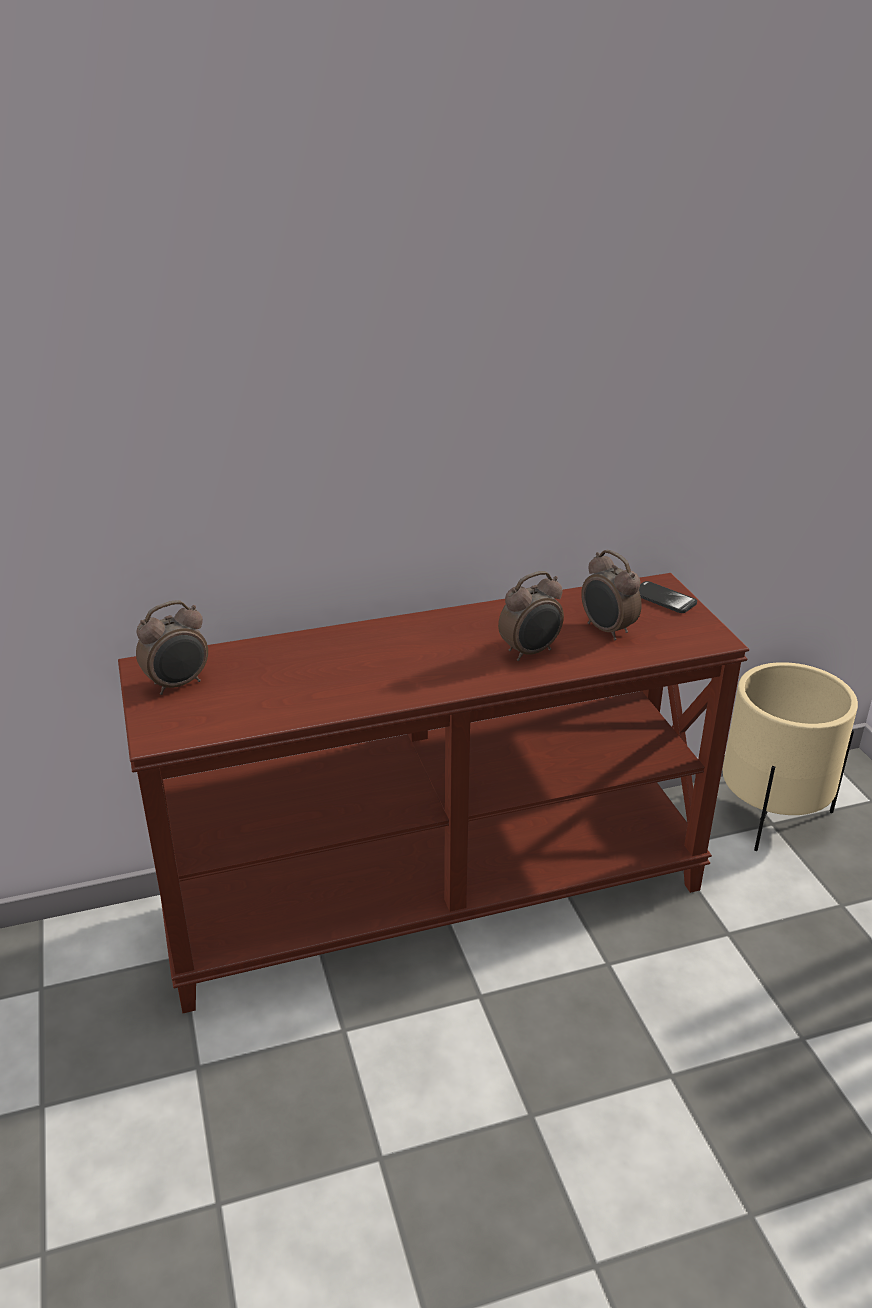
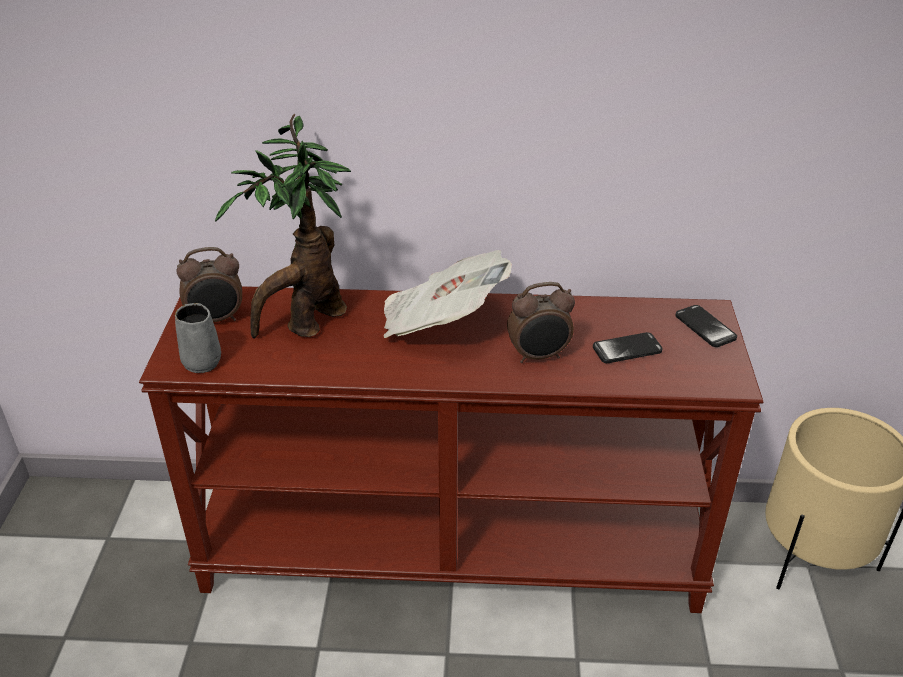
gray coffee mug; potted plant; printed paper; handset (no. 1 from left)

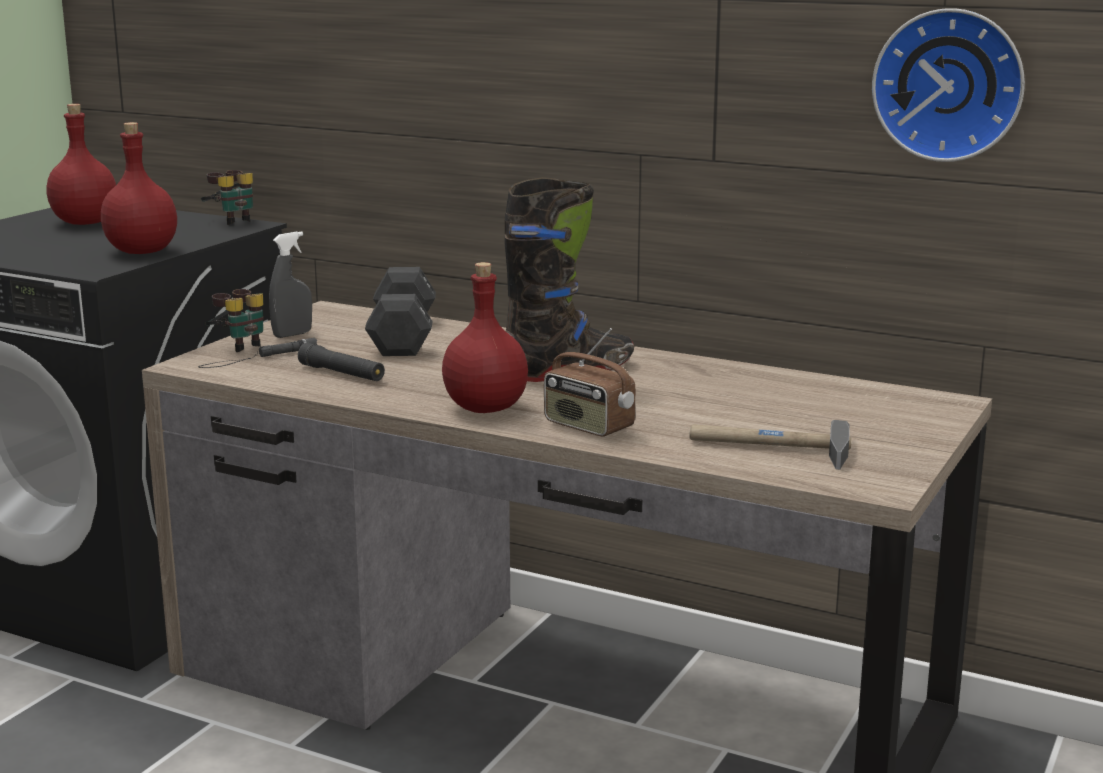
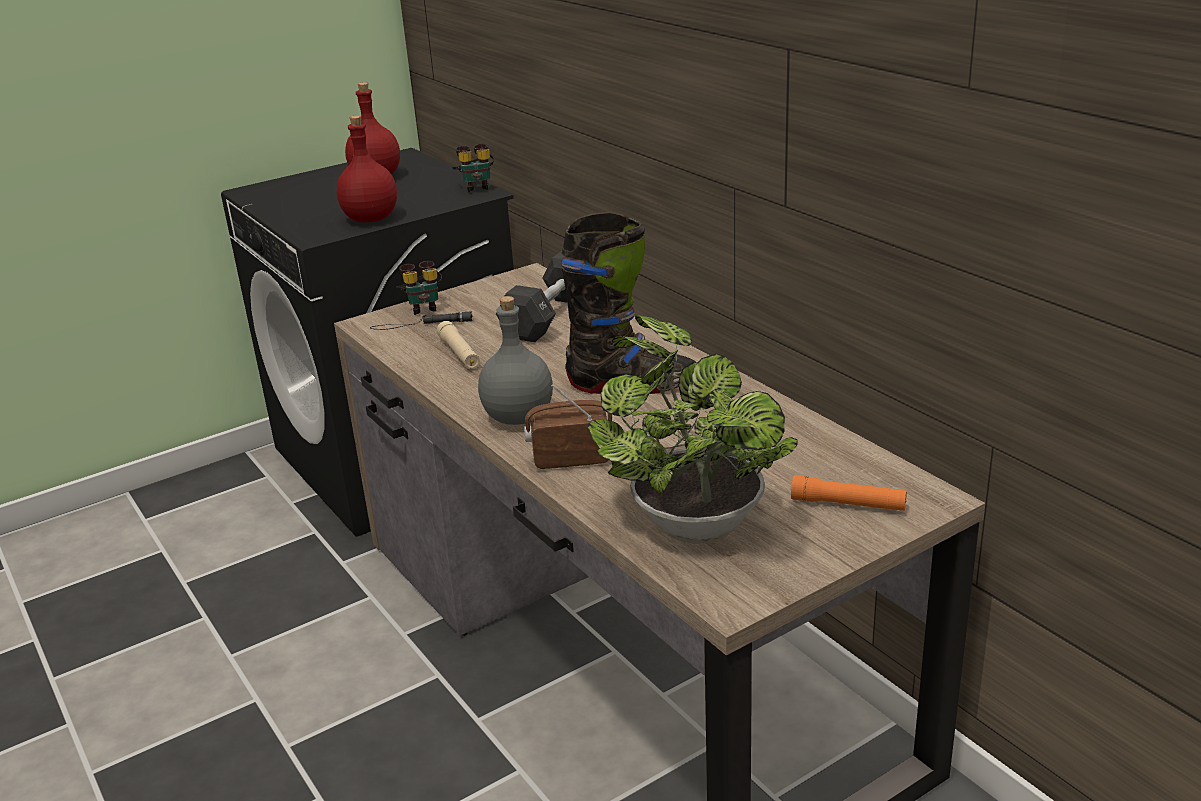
gray spray bottle; hanging clock; orange-coloured torch; potted plant; beige-coloured torch; gray beverage bottle; radio receiver

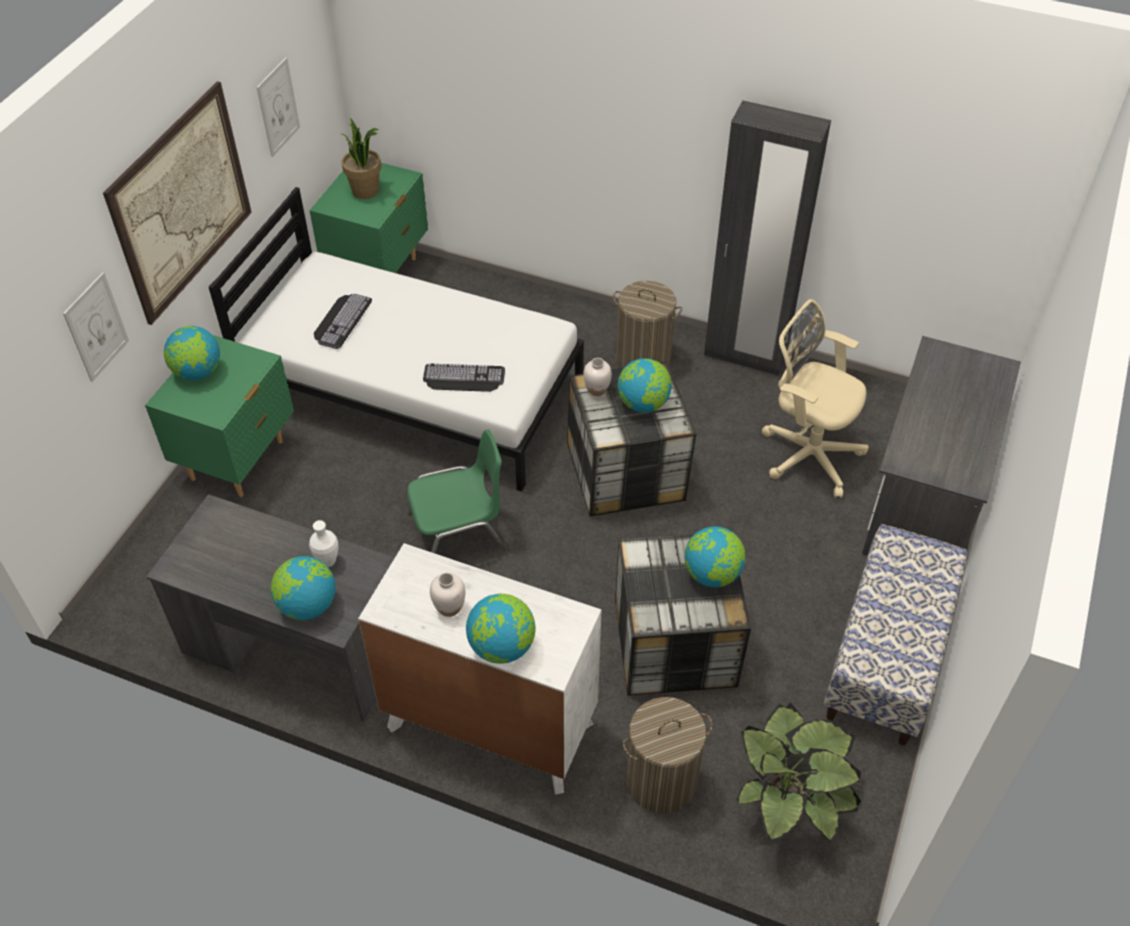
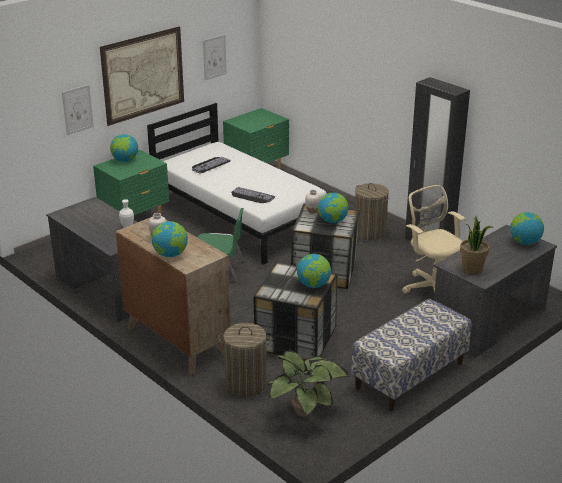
world globe (no. 5 from left); potted plant (no. 2 from left); brownish dresser

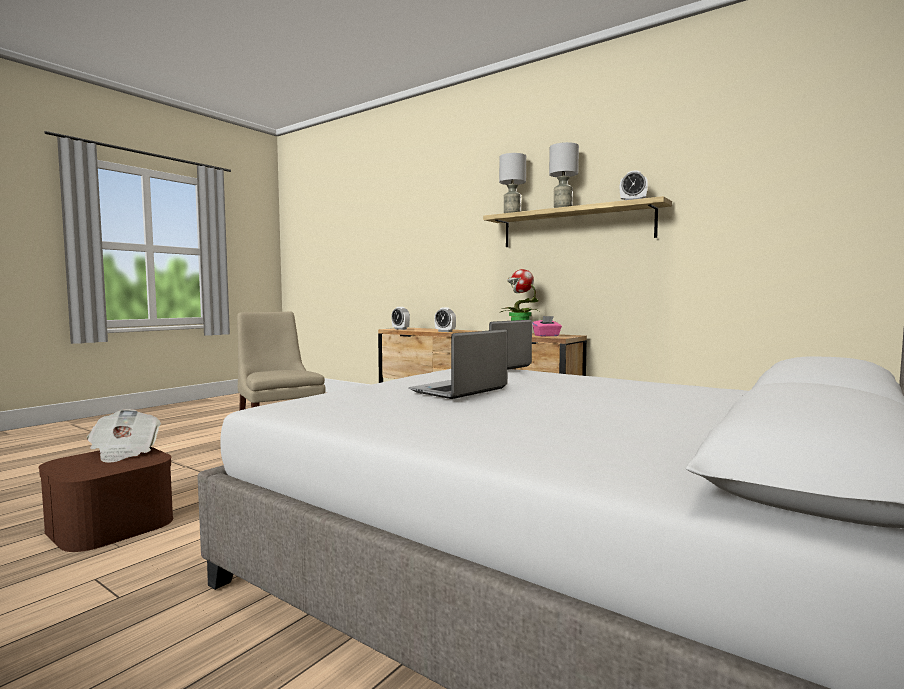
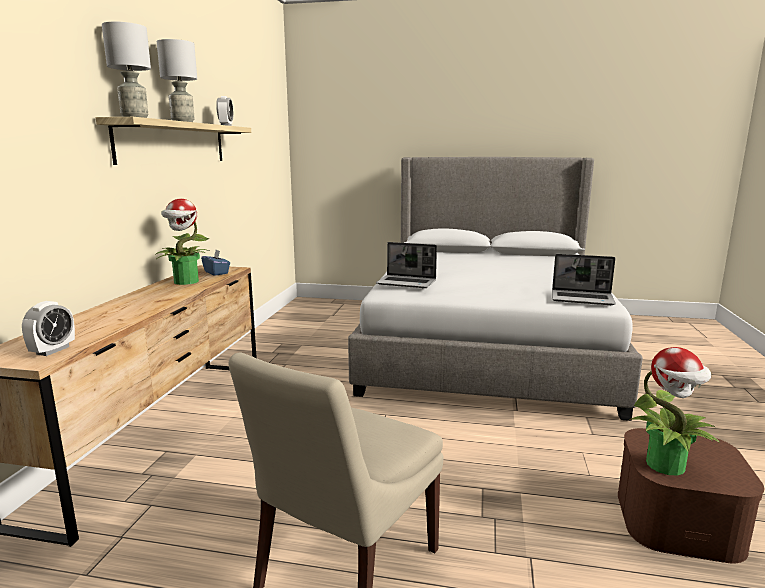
bedside clock (no. 2 from left in the first image); notebook computer (no. 2 from left); potted plant (no. 2 from left); bluish box of tissues

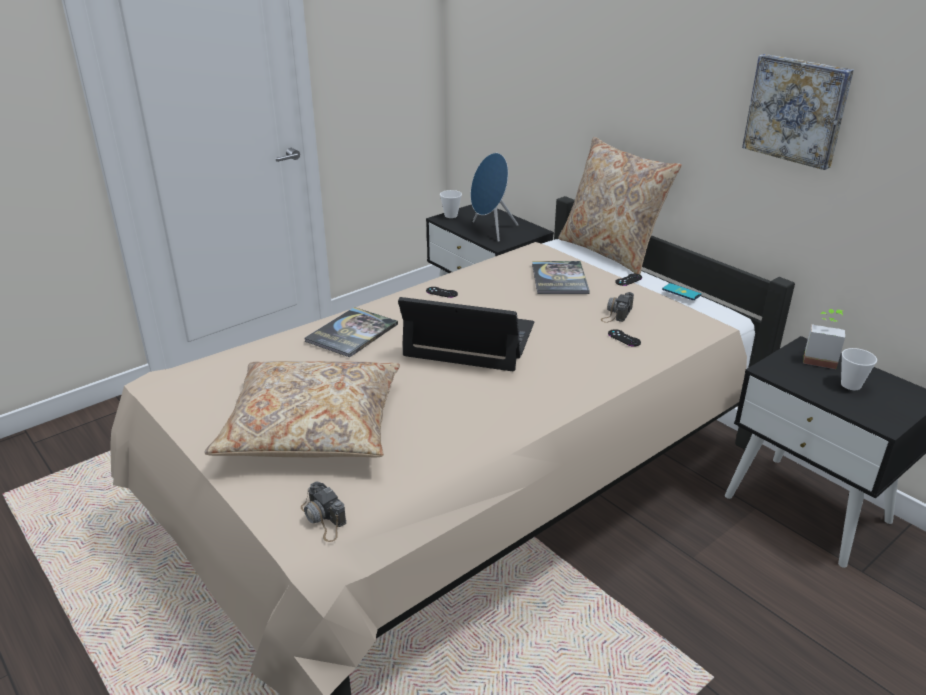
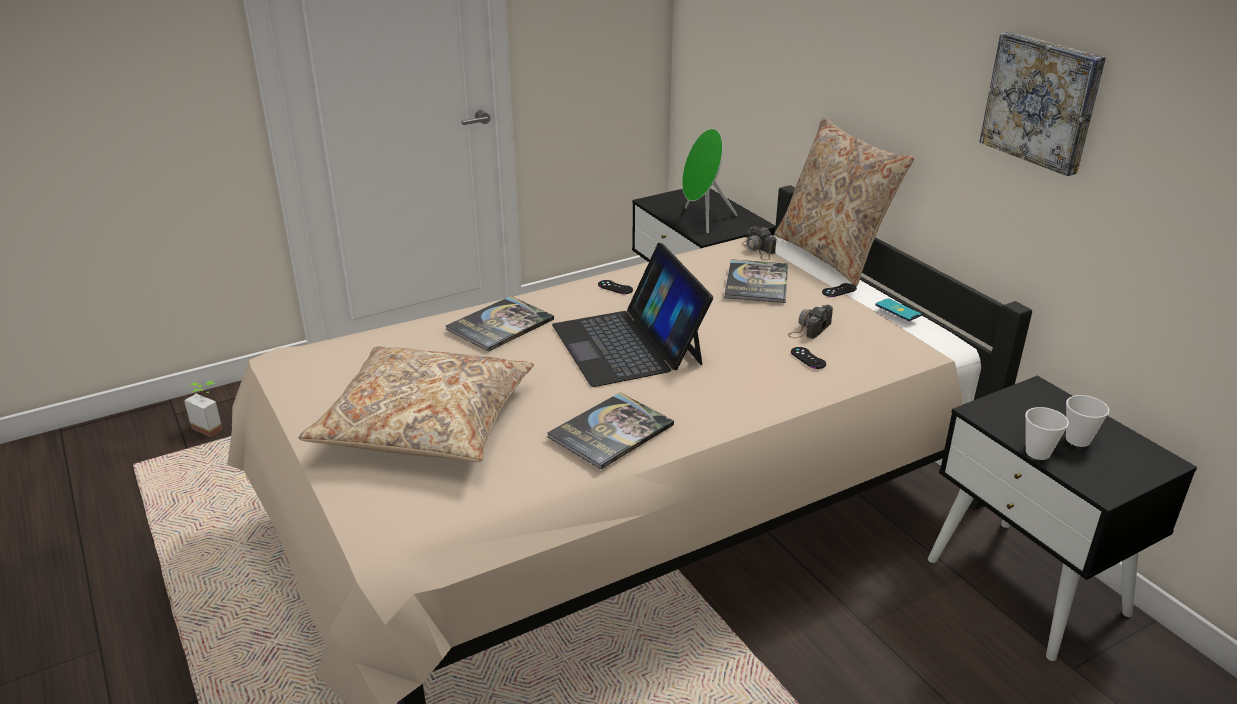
book (no. 2 from left); photo camera (no. 1 from left); cup (no. 1 from left); potted plant; green audio speaker; notebook computer

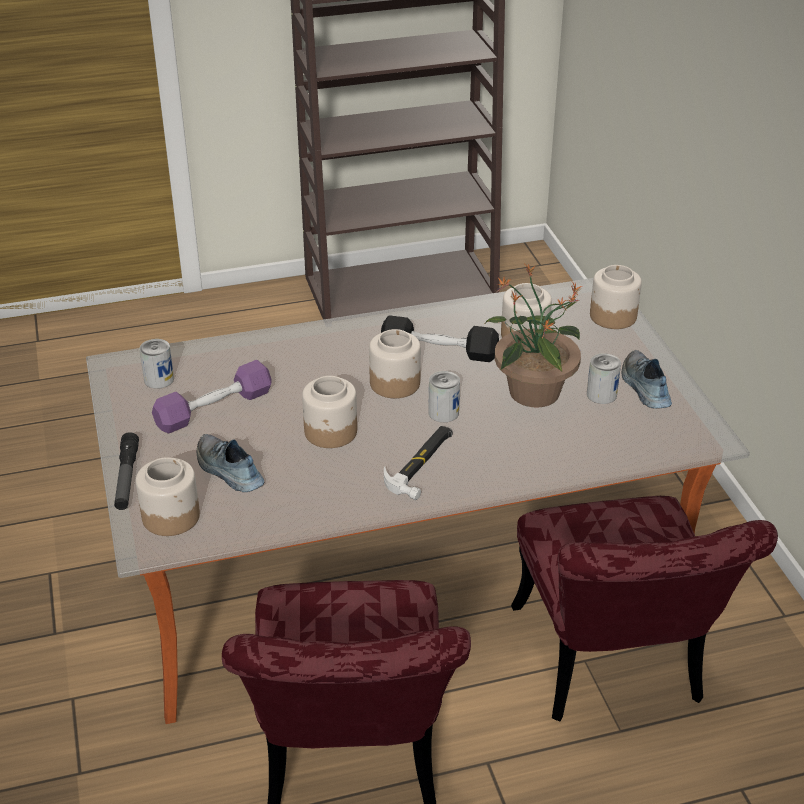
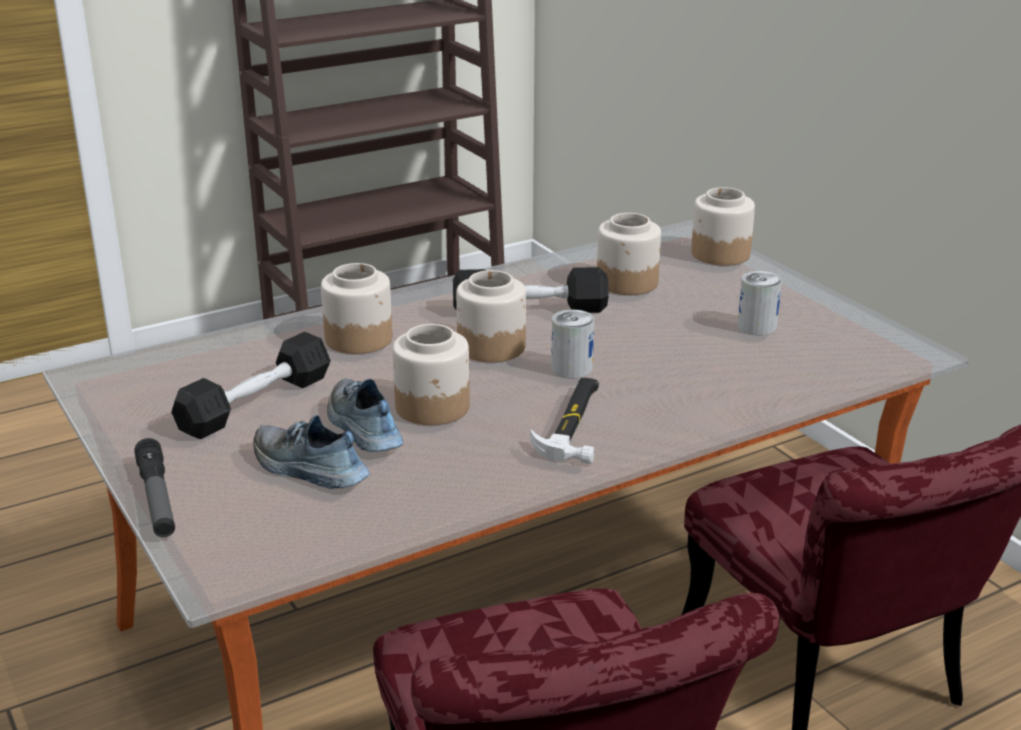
sealed can (no. 1 from left in the first image); potted plant; storage jar (no. 1 from left); item of footwear (no. 2 from left); black hand weight (no. 1 from left)

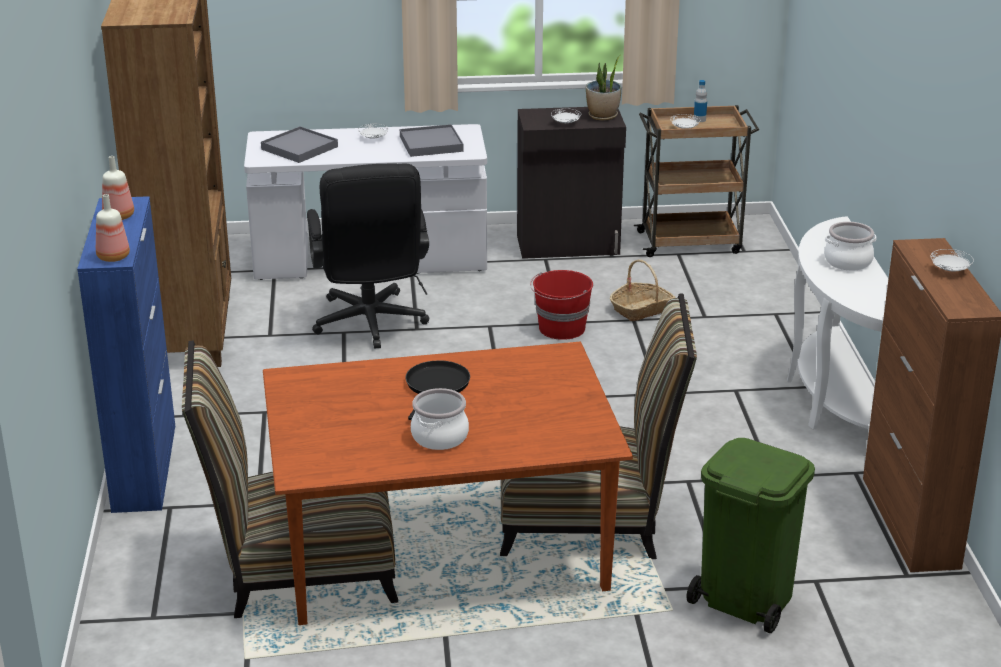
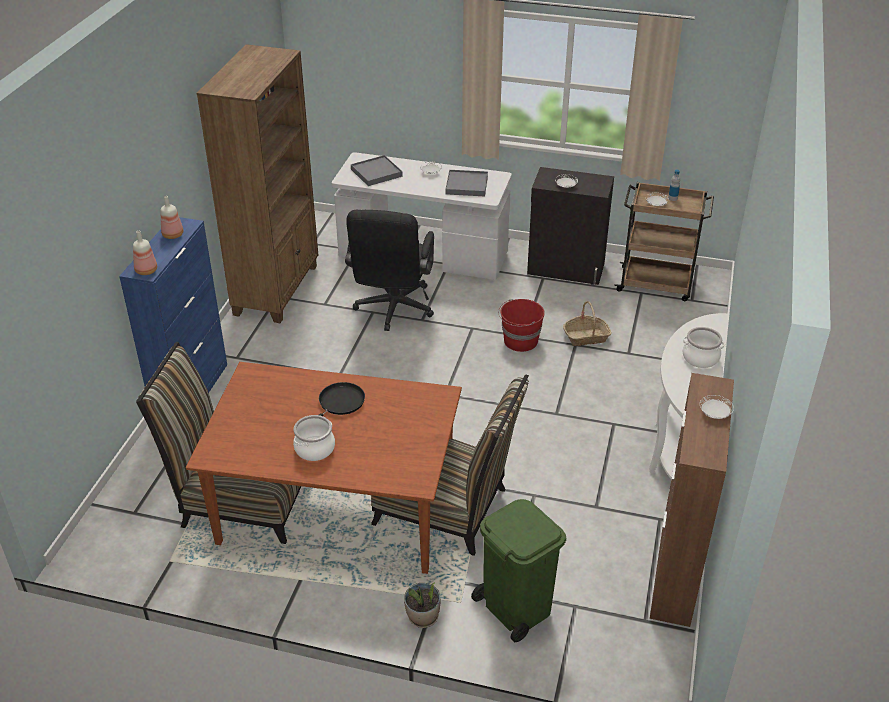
potted plant

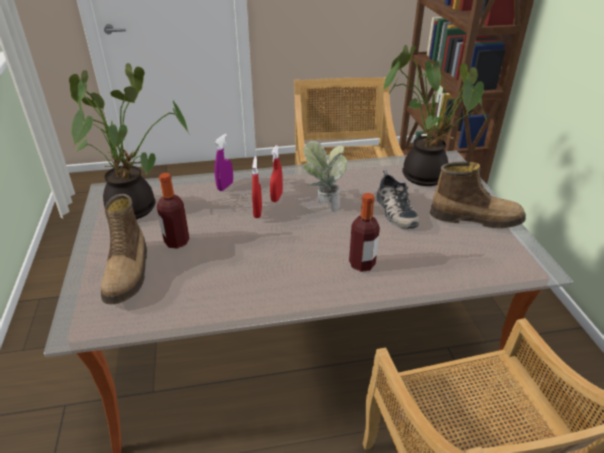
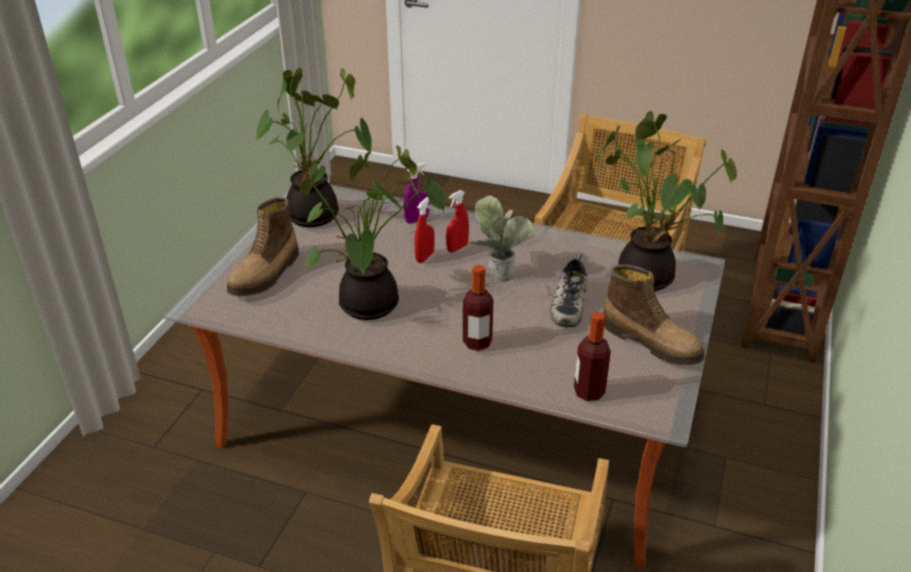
potted plant (no. 2 from left); beverage bottle (no. 2 from left)

